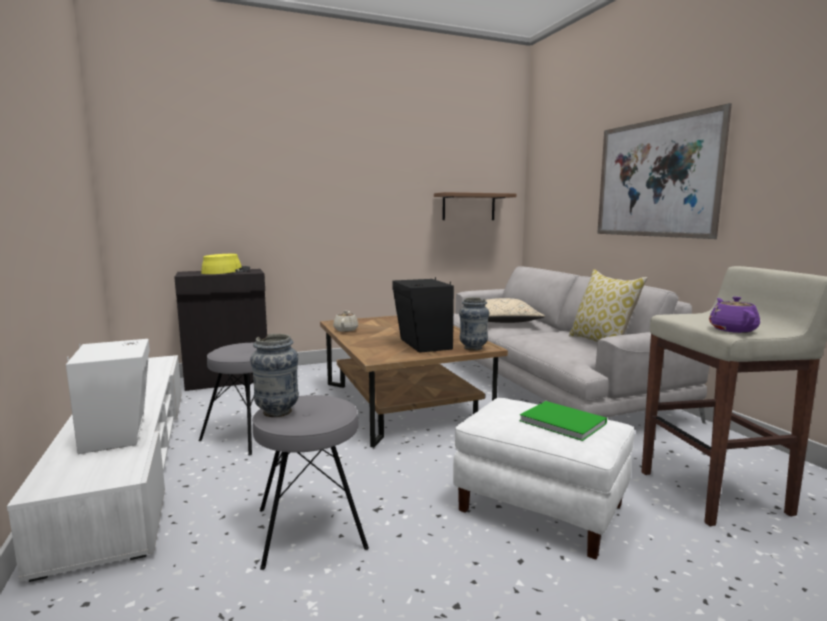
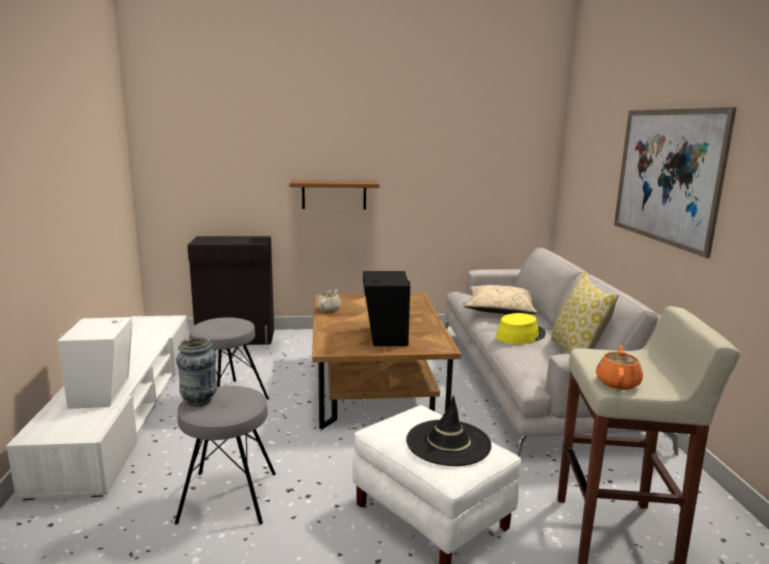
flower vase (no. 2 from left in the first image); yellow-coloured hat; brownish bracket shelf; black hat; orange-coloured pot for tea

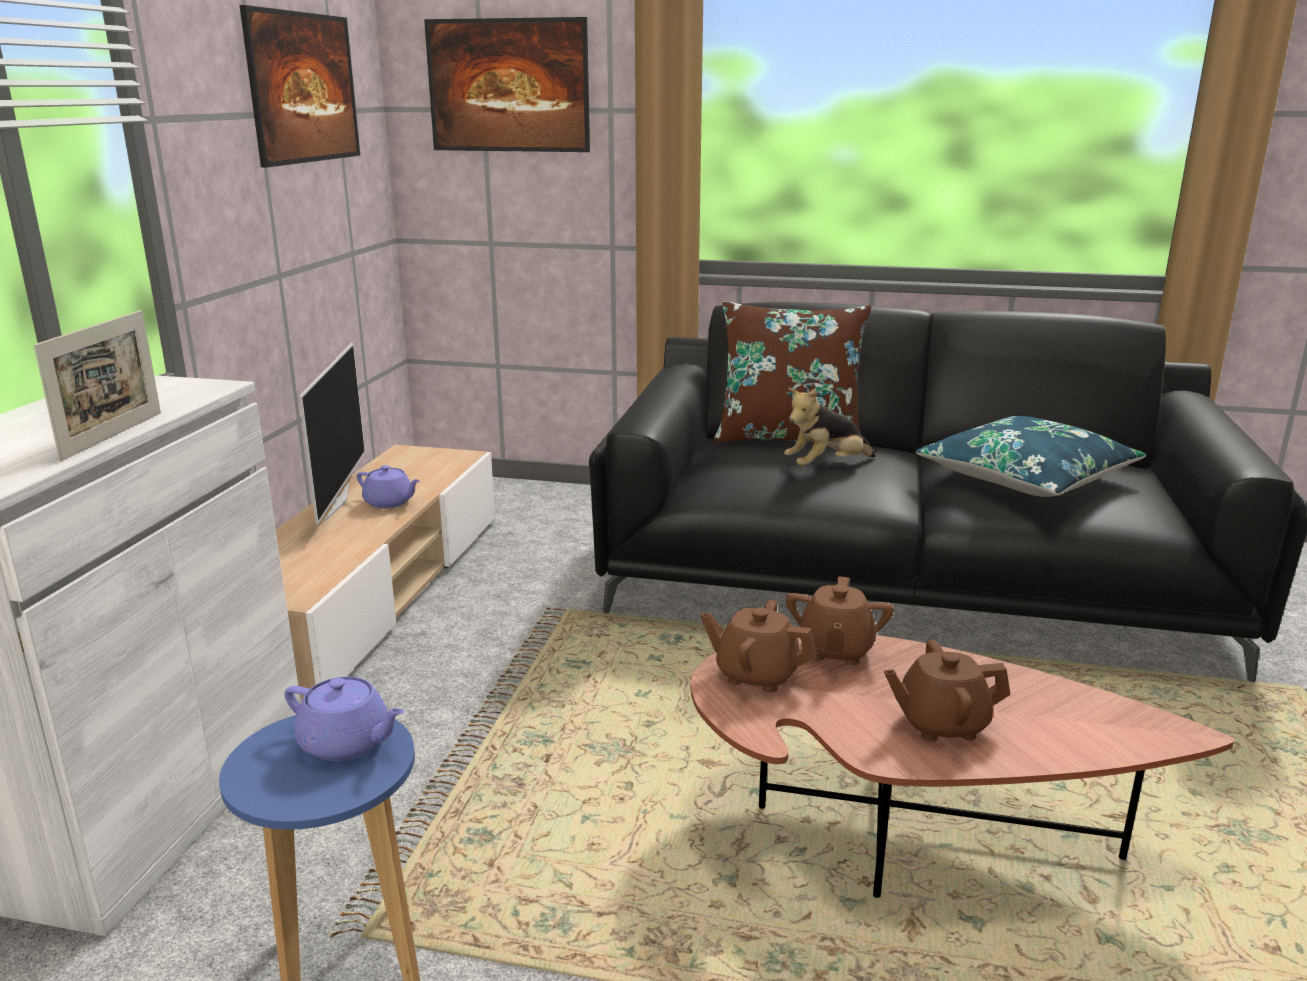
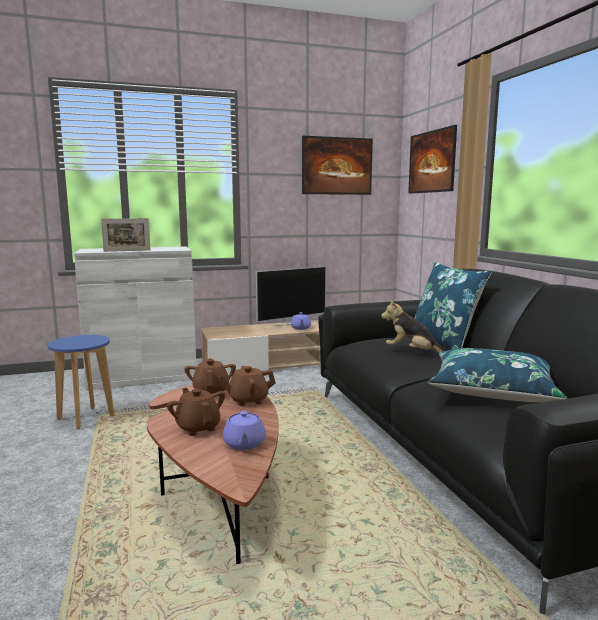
purple pot for tea (no. 1 from left); bluish throw pillow (no. 1 from left)

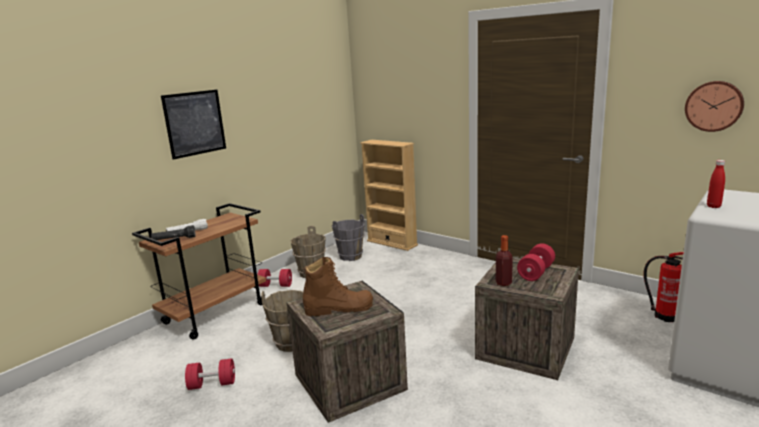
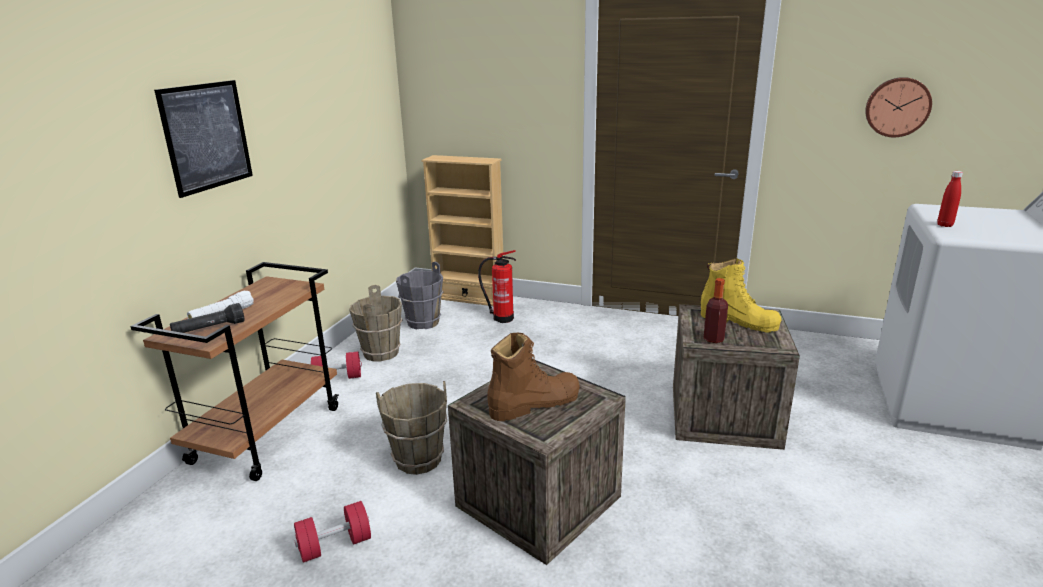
fire-fighting cylinder; yellow-coloured boot

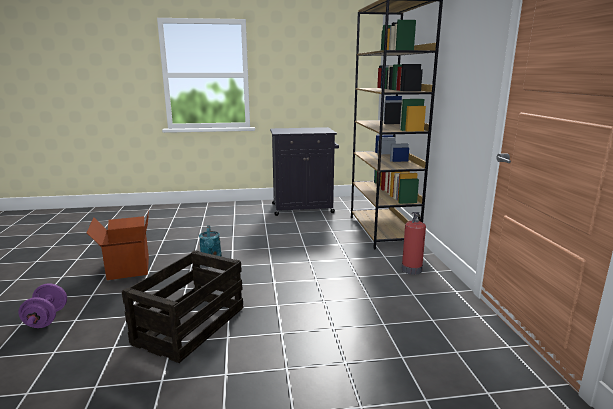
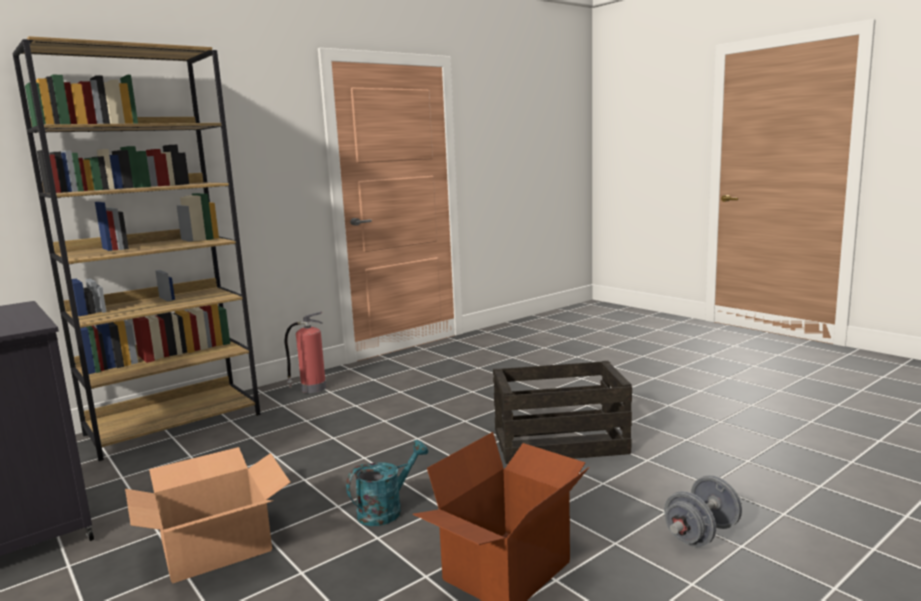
cardboard box (no. 1 from left); gray hand weight

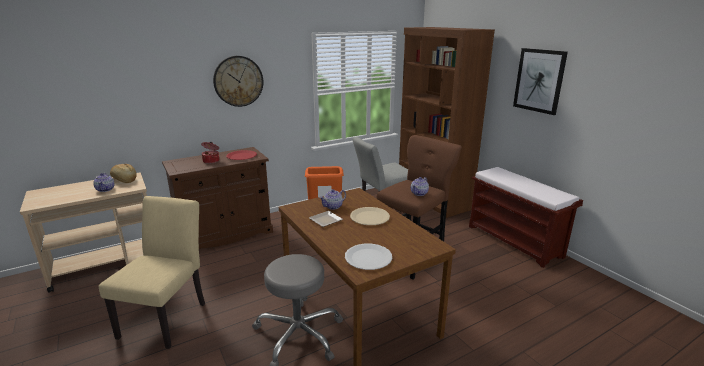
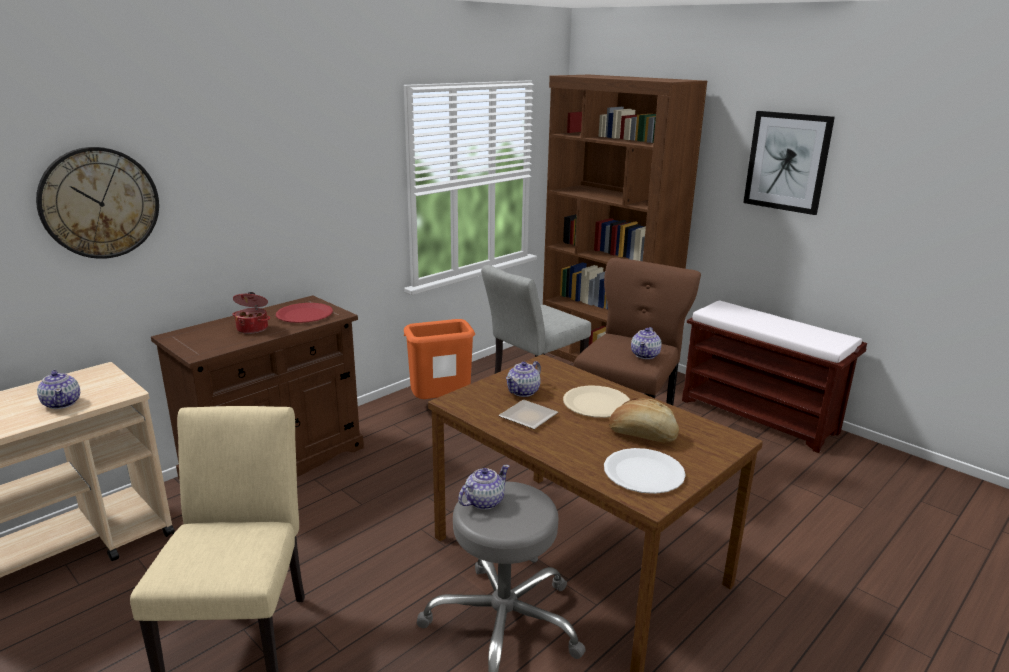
pot for tea (no. 2 from left); bread; hanging clock

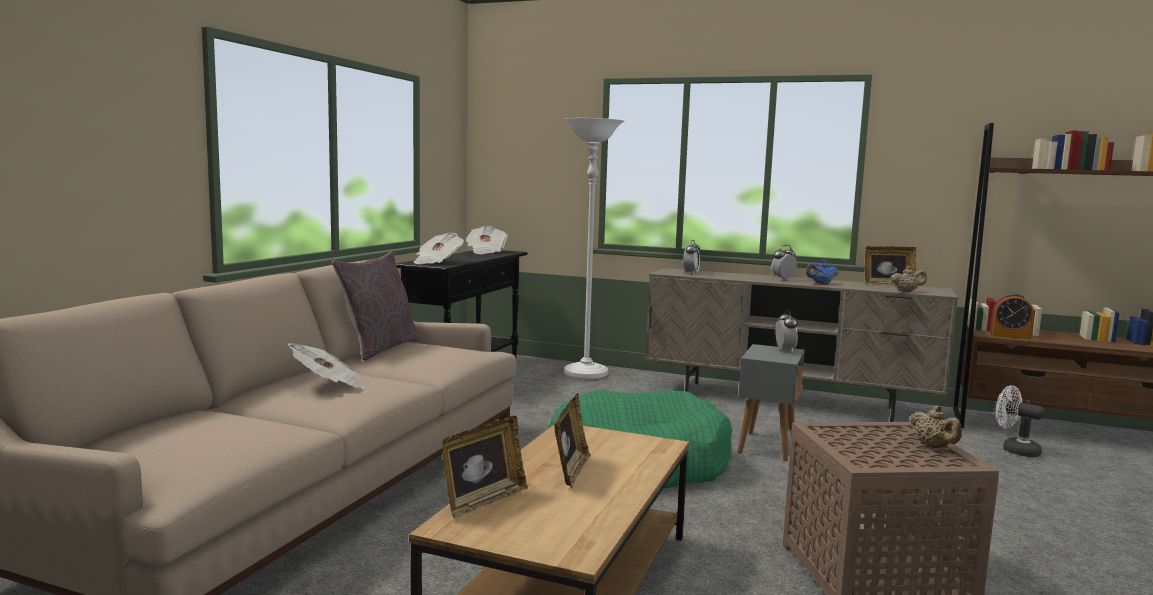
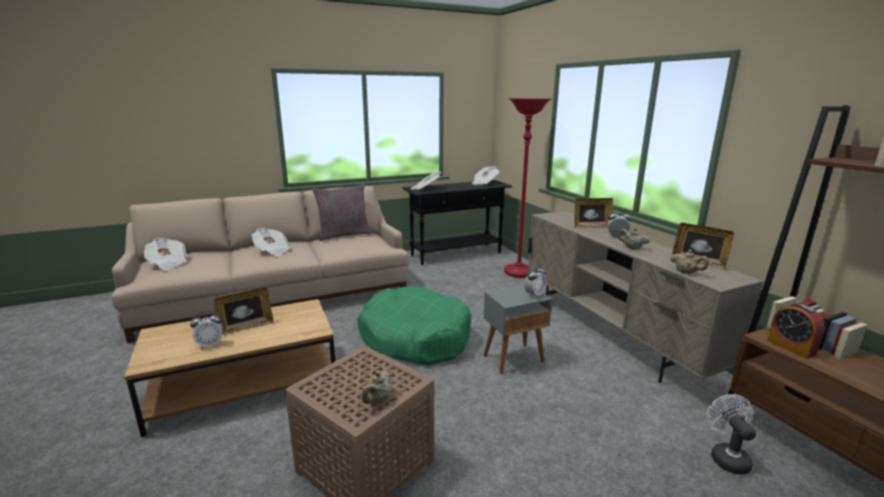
printed paper (no. 1 from left); standing frame (no. 2 from left); bedside clock (no. 1 from left); red standard lamp; beige-coloured pot for tea (no. 2 from left)

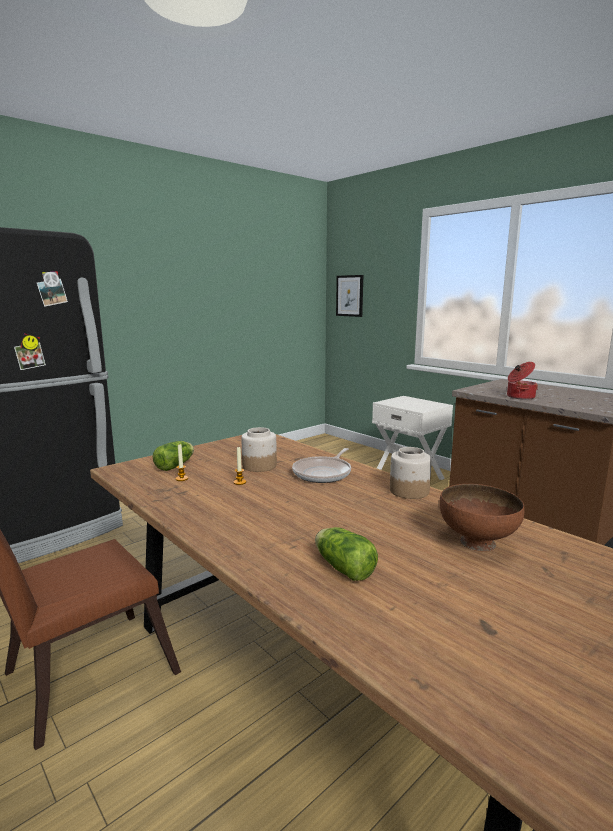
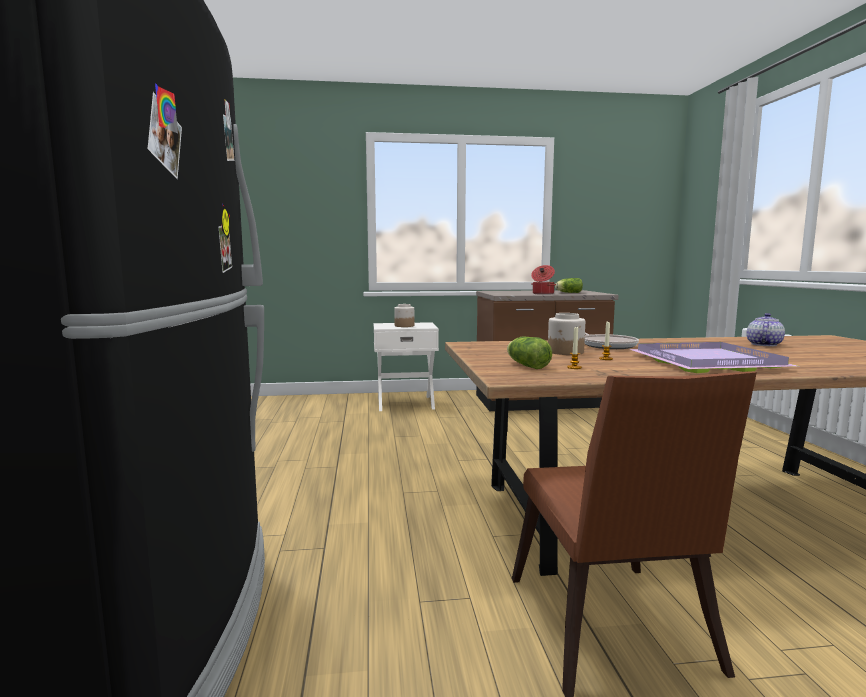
picture; purple serving tray; lettuce head (no. 2 from left); storage jar (no. 1 from left); pot for tea

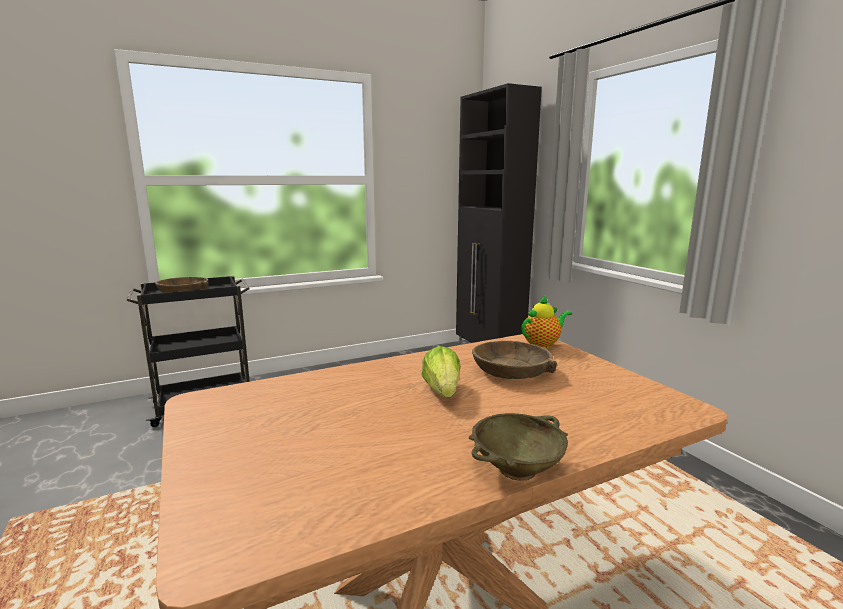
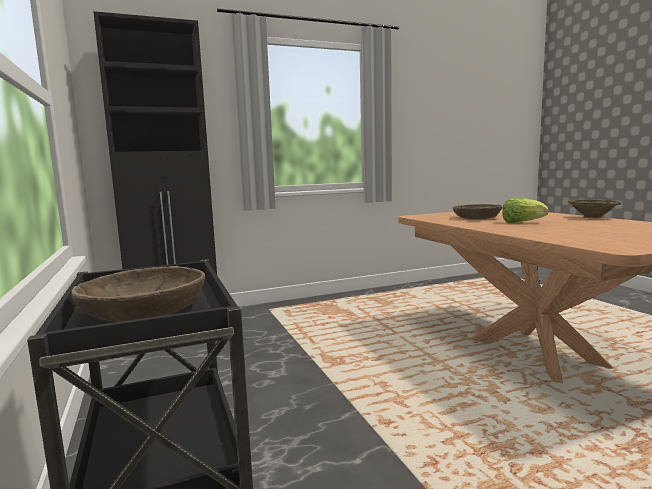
pot for tea

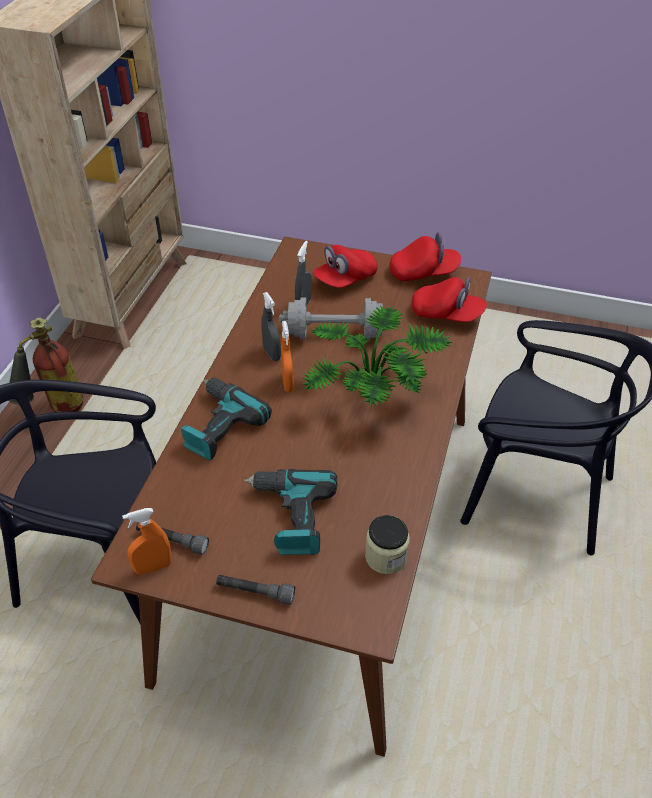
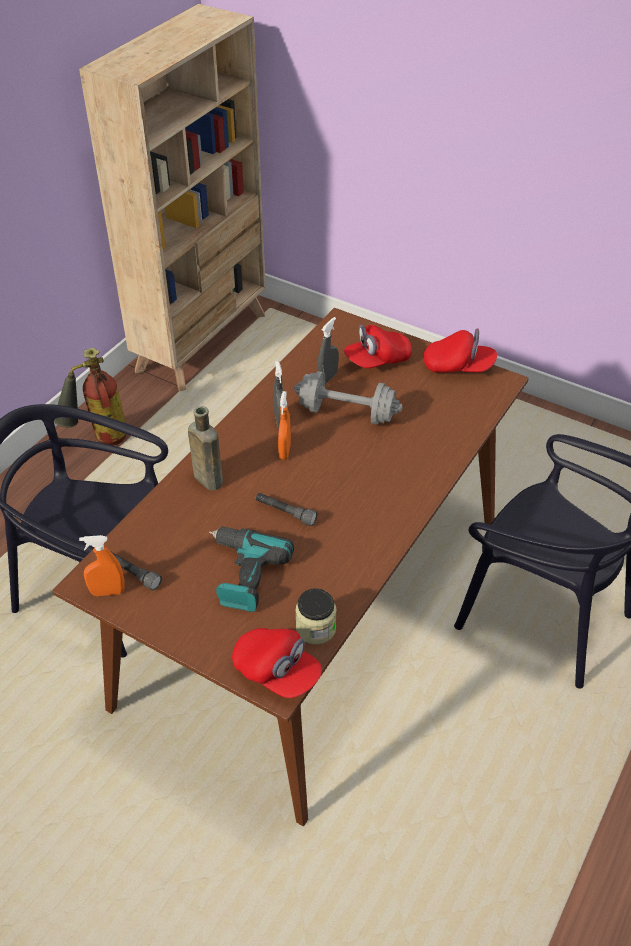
potted plant; gray torch (no. 2 from left); red baseball cap (no. 1 from left); brownish beverage bottle

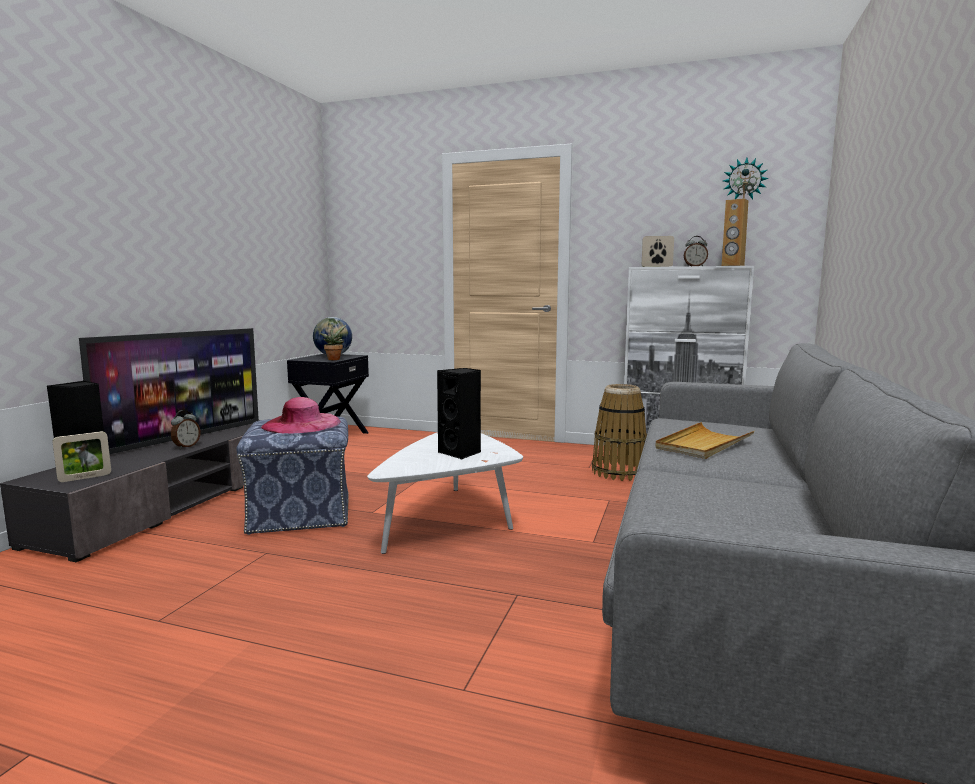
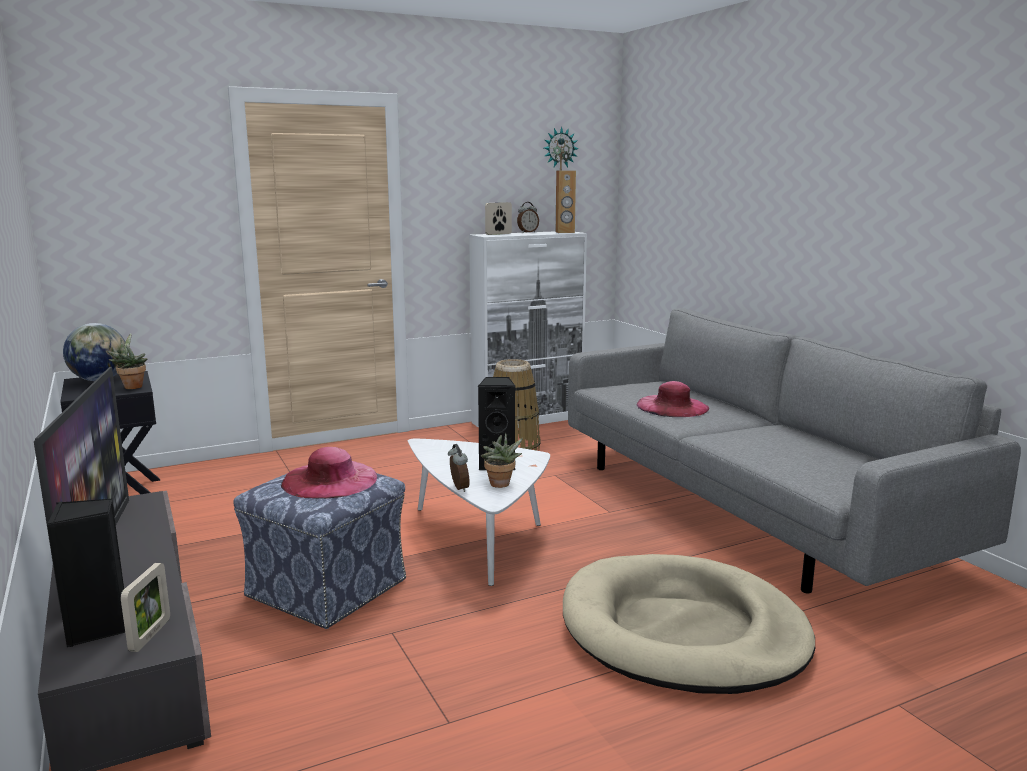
potted plant (no. 2 from left); beige-coloured pet bed; bedside clock (no. 1 from left); pink-coloured hat (no. 2 from left)

